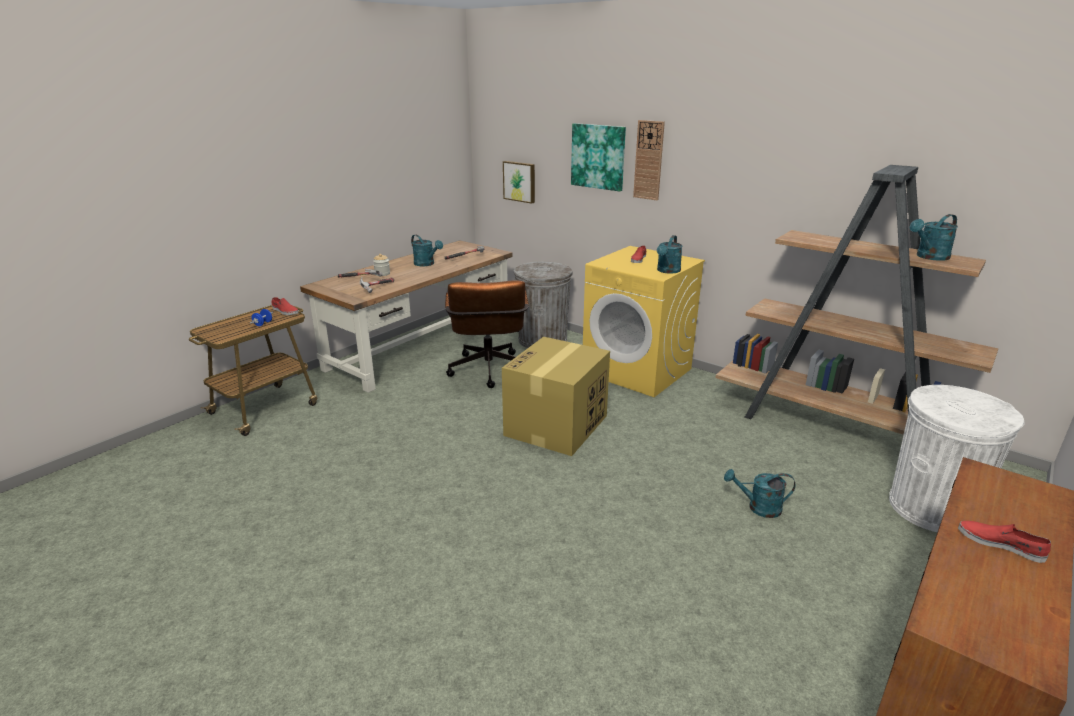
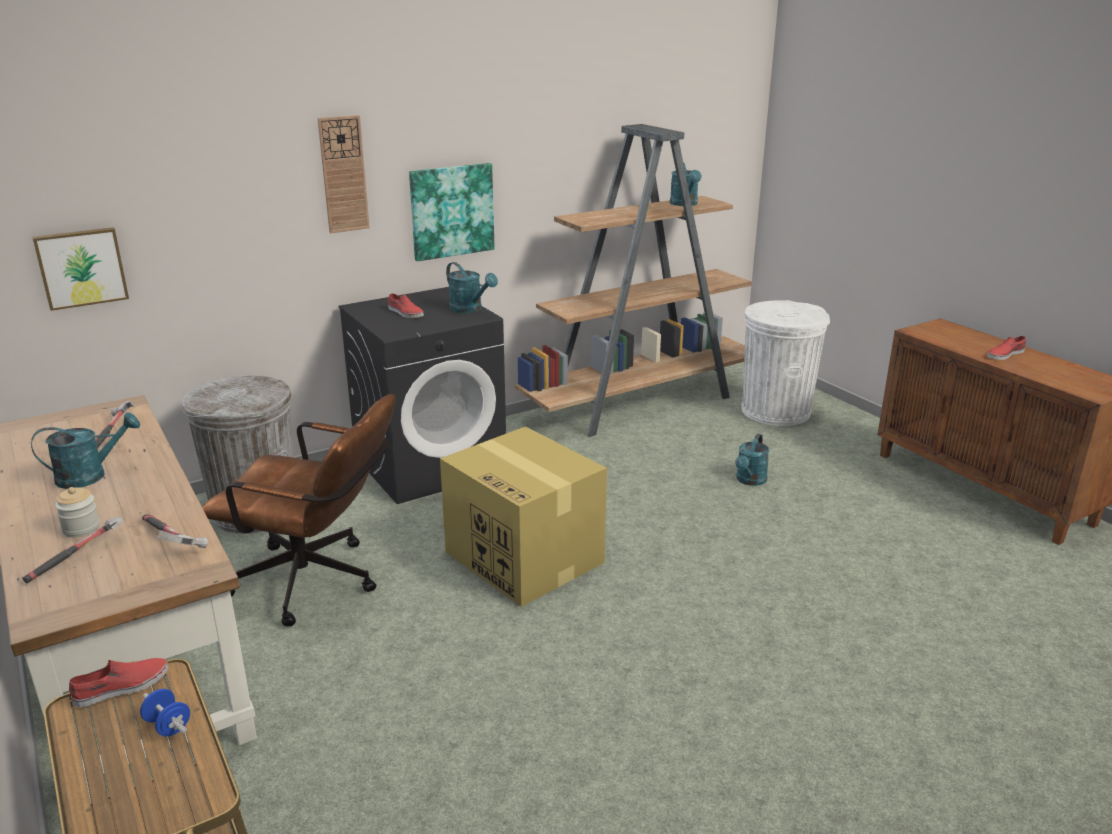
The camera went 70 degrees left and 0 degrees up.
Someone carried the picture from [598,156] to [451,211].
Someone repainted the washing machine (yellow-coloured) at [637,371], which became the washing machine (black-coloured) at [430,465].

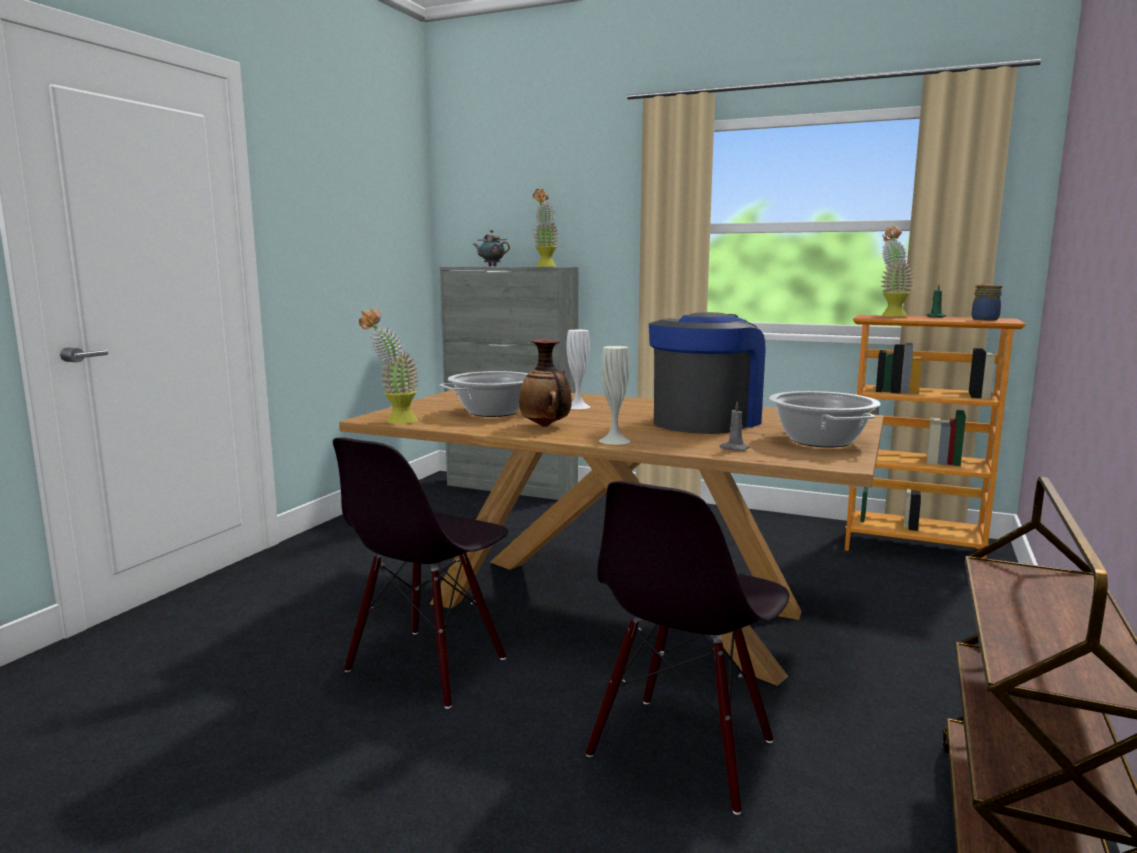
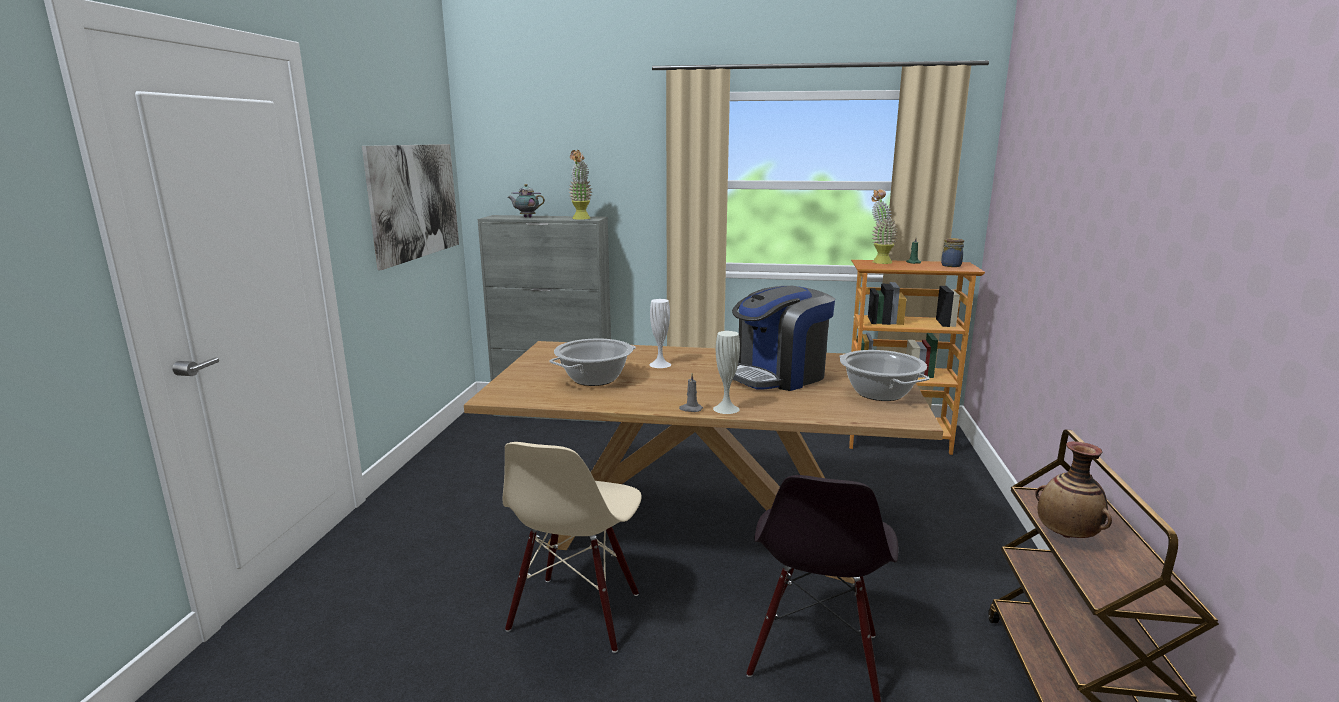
The camera went 15 degrees left and 5 degrees up.
Someone took away the potted plant at [393,421].
Someone rotated the coffee brewer at [706,421] by 150 degrees counterclockwise.
Someone carried the vase from [546,426] to [1067,536].
Someone carried the wax light (grey) from [733,448] to [690,409].
Someone repainted the chair (black-coloured) at [427,666], which became the chair (beige-coloured) at [576,613].
Someone put up the picture at [415,201].

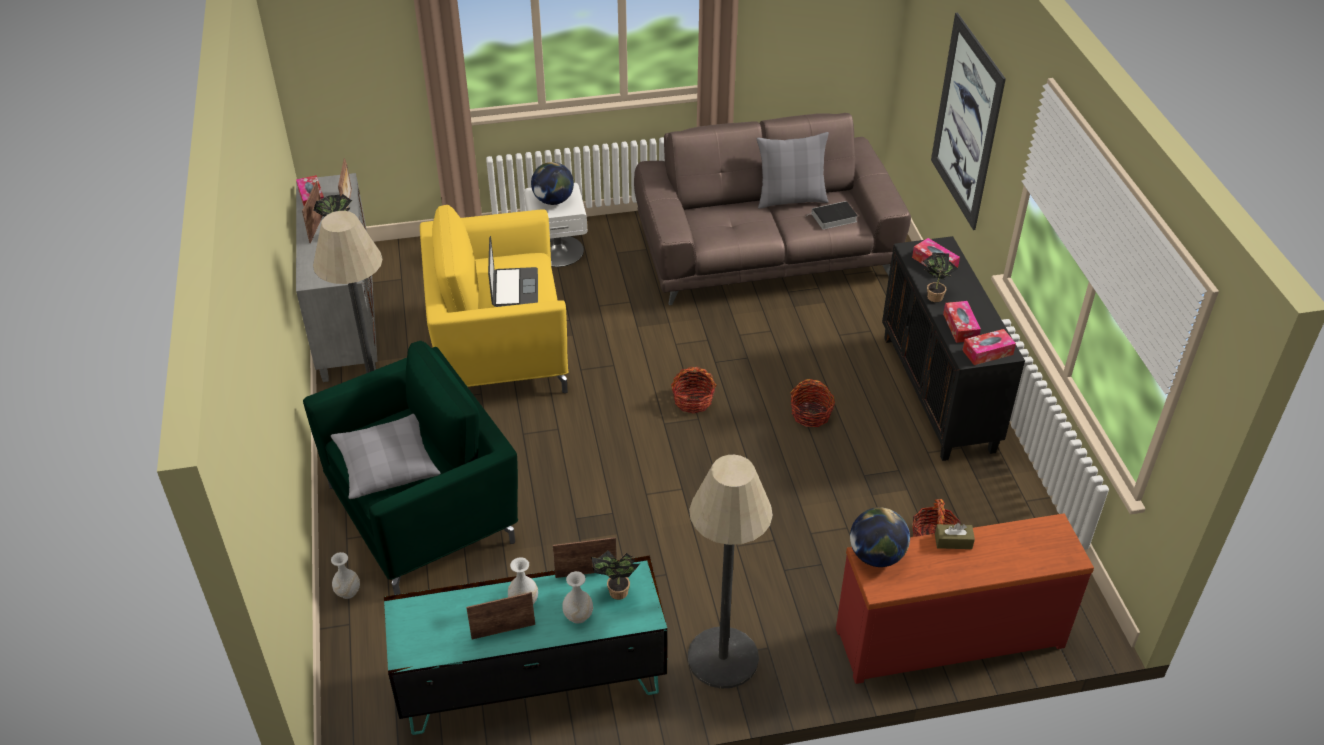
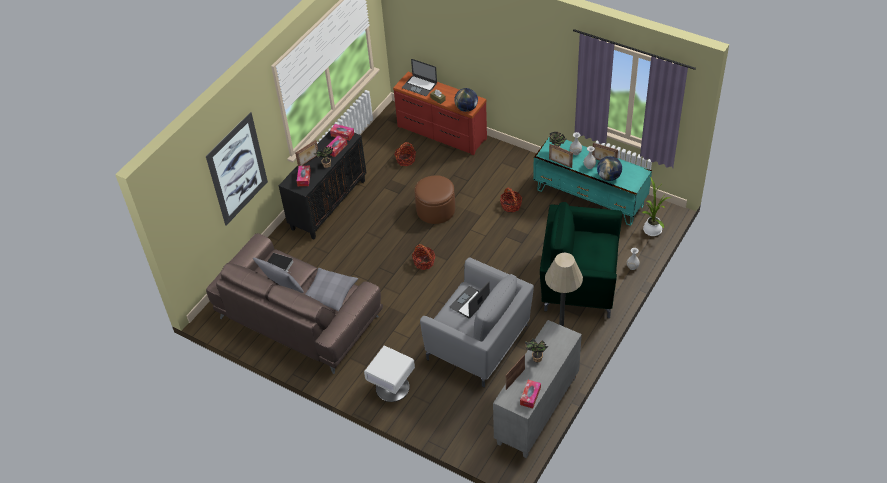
The camera went 135 degrees left and 5 degrees up.
Someone carried the desk globe from [553,200] to [608,177].
Someone carried the photo frame from [315,228] to [309,161].
Someone repainted the easy chair (yellow-coloured) at [499,349], which became the easy chair (grey) at [478,343].
Someone carried the household basket from [811,414] to [511,205].
Someone carried the throw pillow (grey) from [387,464] to [330,293].
Someone took away the floor lamp at [722,658].
Someone put down the notebook computer at [419,85].
Someone put down the ottoman (brown-coloured) at [435,210].
Someone put down the potted plant at [652,229].

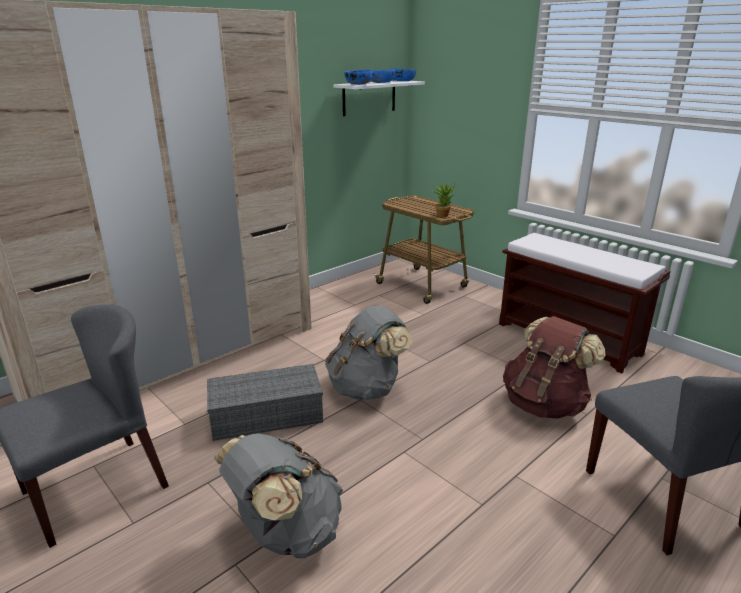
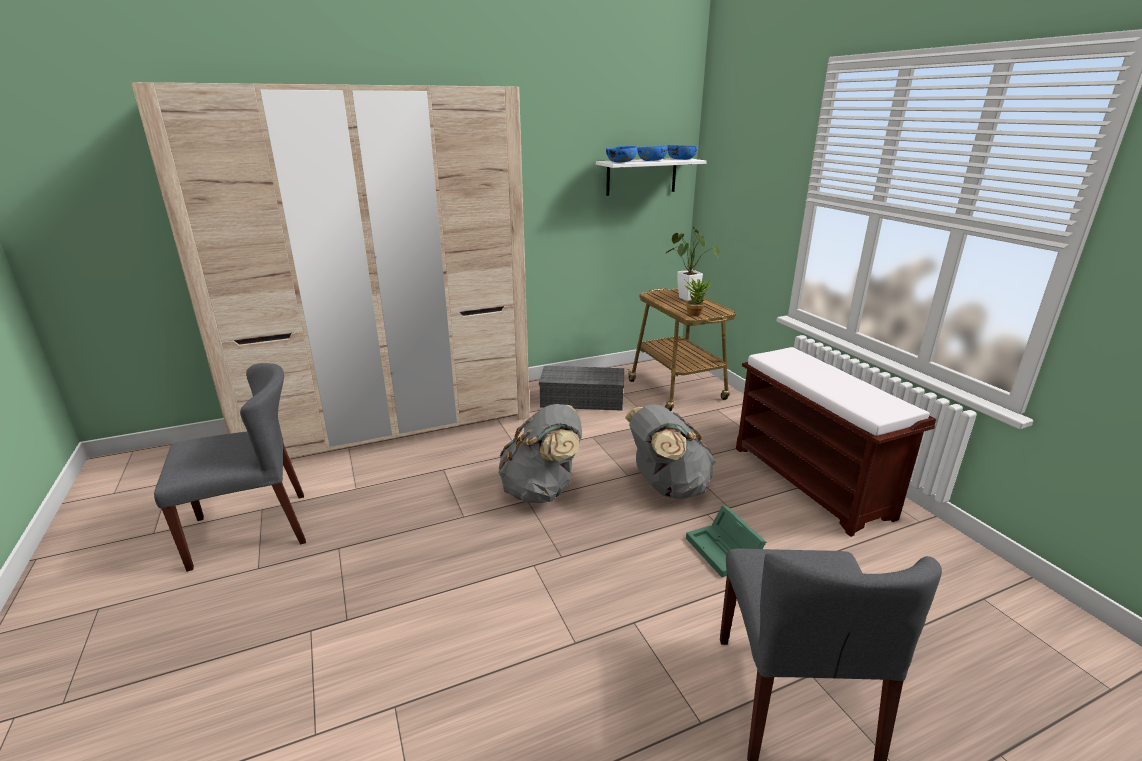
The camera went 20 degrees right and 0 degrees up.
Someone swapped the rucksack (brown-coloured) at [544,404] for the storage box (greenish) at [724,551].
Someone carried the storage box (grey) from [268,414] to [583,399].
Someone carried the rucksack (grey) from [285,533] to [667,487].
Someone put down the potted plant at [685,297].

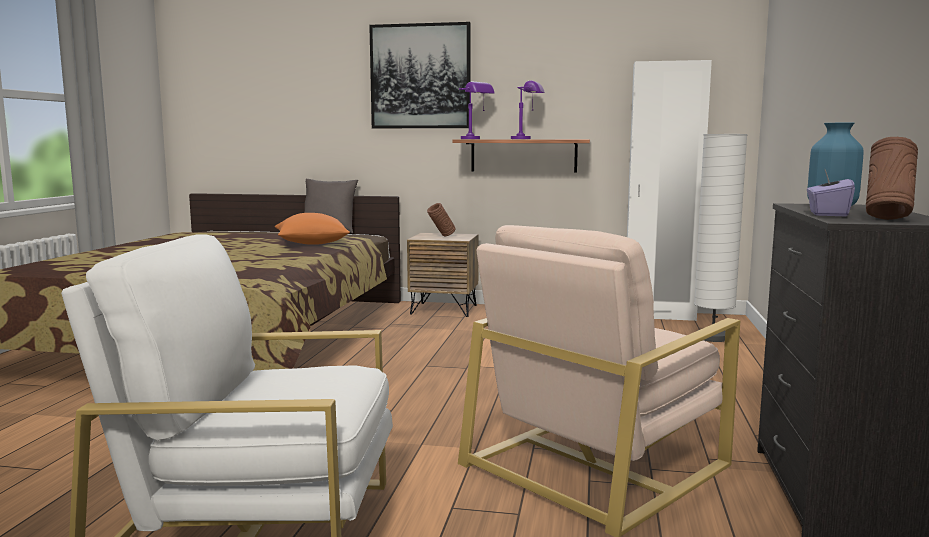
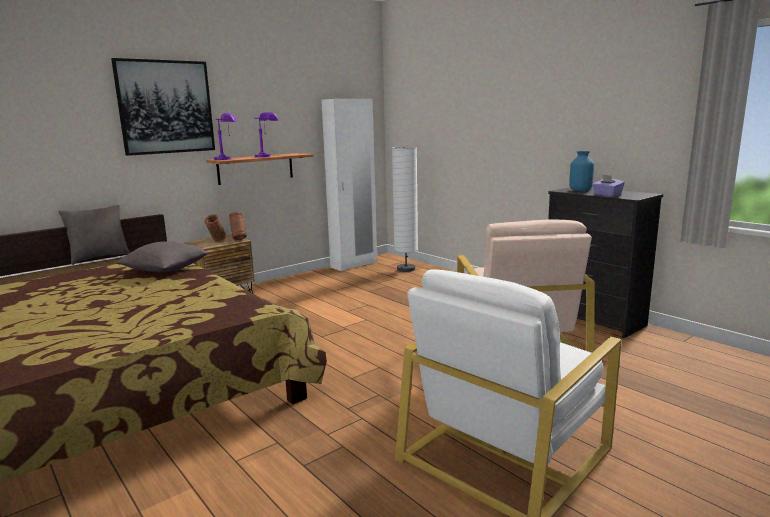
The camera went 50 degrees left and 5 degrees up.
Someone carried the vase (brown-coloured) from [887,219] to [239,239].
Someone repainted the throw pillow (orange-coloured) at [311,244], which became the throw pillow (grey) at [166,270].

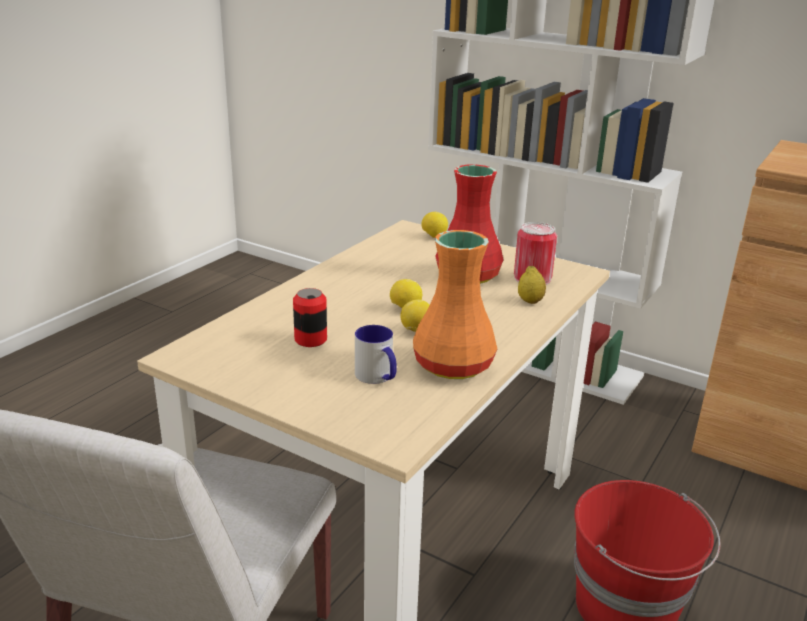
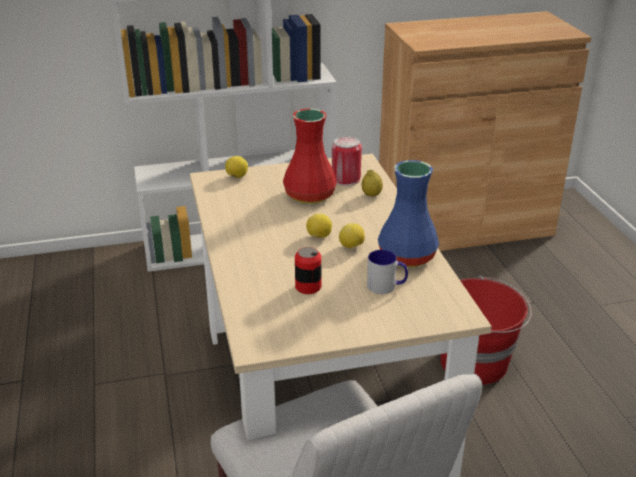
The camera went 45 degrees left and 5 degrees up.
Someone repainted the vase (orange-coloured) at [451,365], which became the vase (blue-coloured) at [406,257].

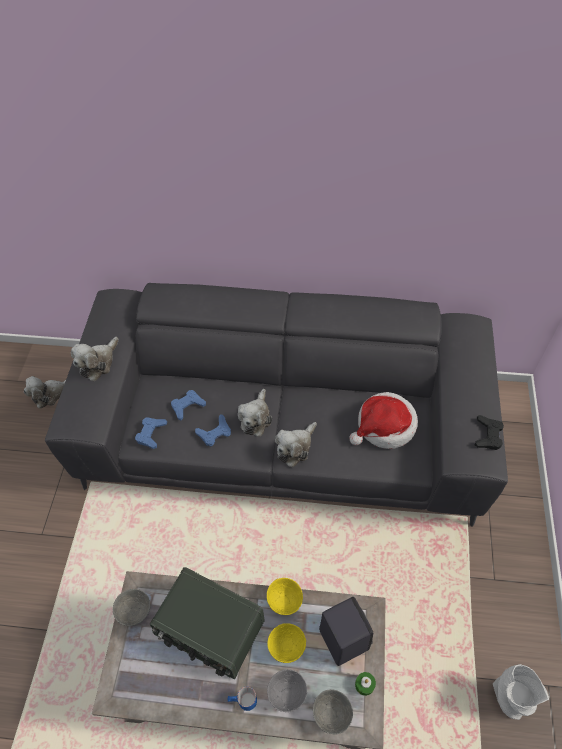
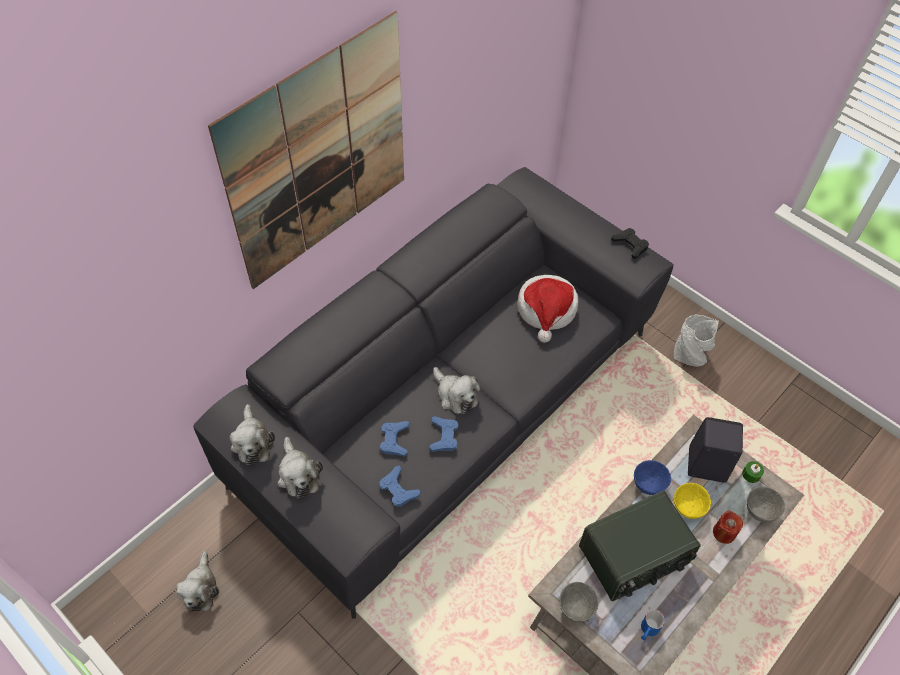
The camera went 55 degrees left and 0 degrees up.
Someone carried the soft toy from [295,447] to [252,442].
Someone repainted the deep dish (yellow-coloured) at [285,601], which became the deep dish (blue-coloured) at [647,485].
Someone carried the vase (grey) from [510,698] to [690,356].
Someone swapped the deep dish (grey) at [286,693] for the wax light (red) at [724,533].
Someone carried the mug (blue-coloured) from [242,700] to [647,631].
Someone put up the picture at [319,155].

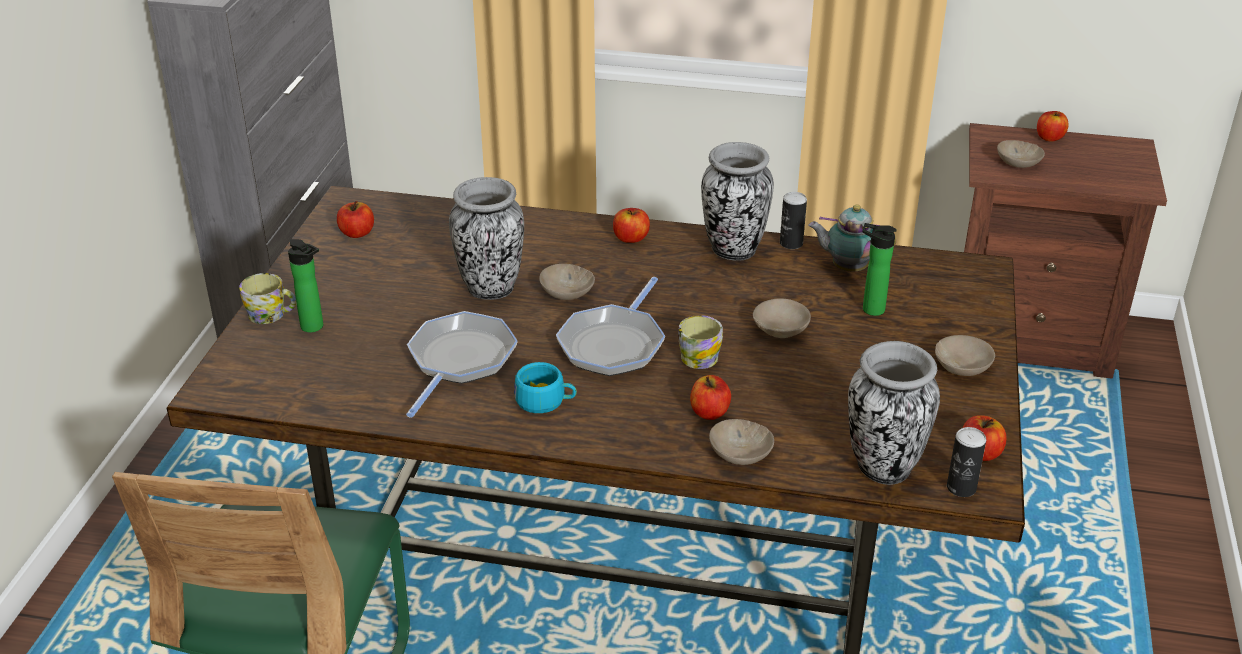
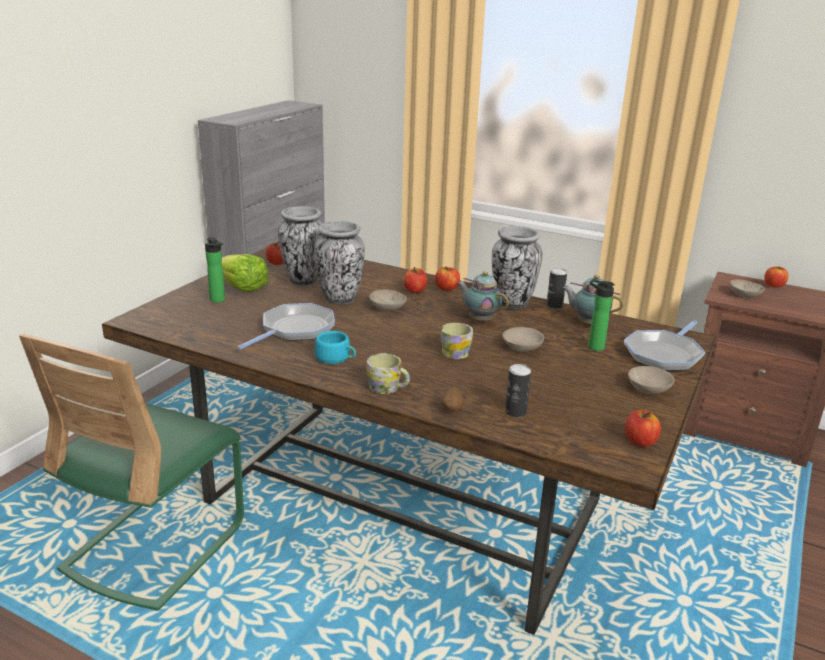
The camera went 15 degrees right and 10 degrees down.
Someone carried the mug from [272,315] to [388,388].
Someone carried the skillet from [613,344] to [664,354].
Someone carried the vase from [882,468] to [302,281].
Someone carried the apple from [709,412] to [415,290].
Someone swapped the deep dish (beige-coloured) at [738,455] for the potato at [452,410].
Someone carried the can from [961,488] to [515,412].
Someone put down the head of lettuce at [242,287].
Someone put down the teapot at [480,320].

